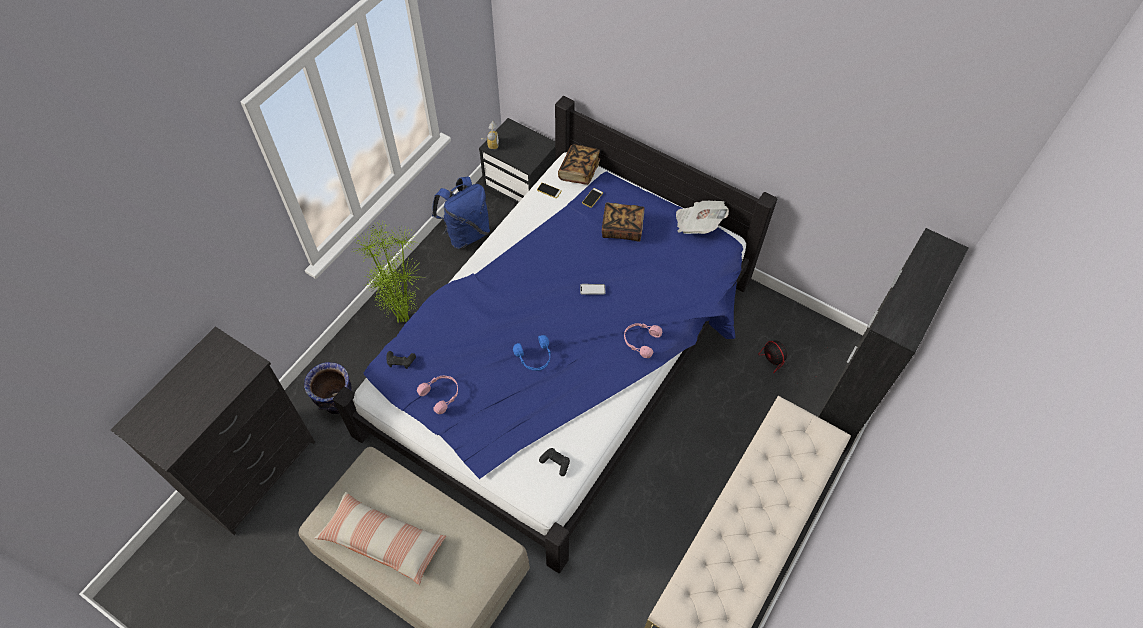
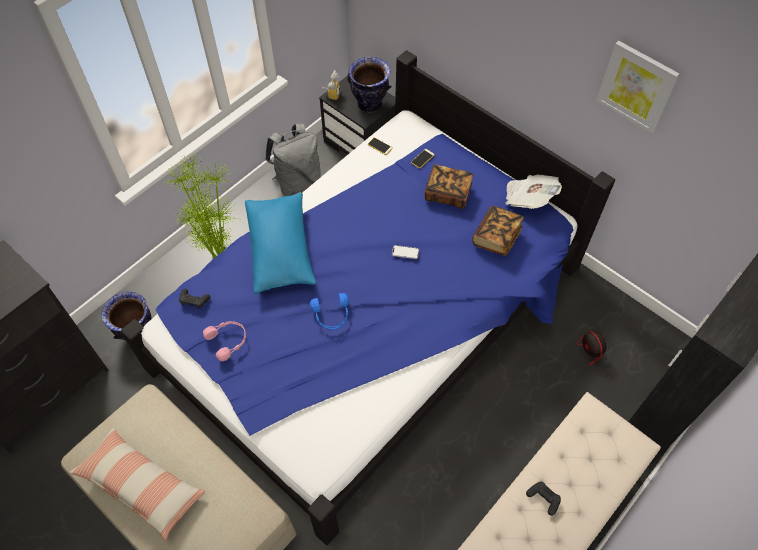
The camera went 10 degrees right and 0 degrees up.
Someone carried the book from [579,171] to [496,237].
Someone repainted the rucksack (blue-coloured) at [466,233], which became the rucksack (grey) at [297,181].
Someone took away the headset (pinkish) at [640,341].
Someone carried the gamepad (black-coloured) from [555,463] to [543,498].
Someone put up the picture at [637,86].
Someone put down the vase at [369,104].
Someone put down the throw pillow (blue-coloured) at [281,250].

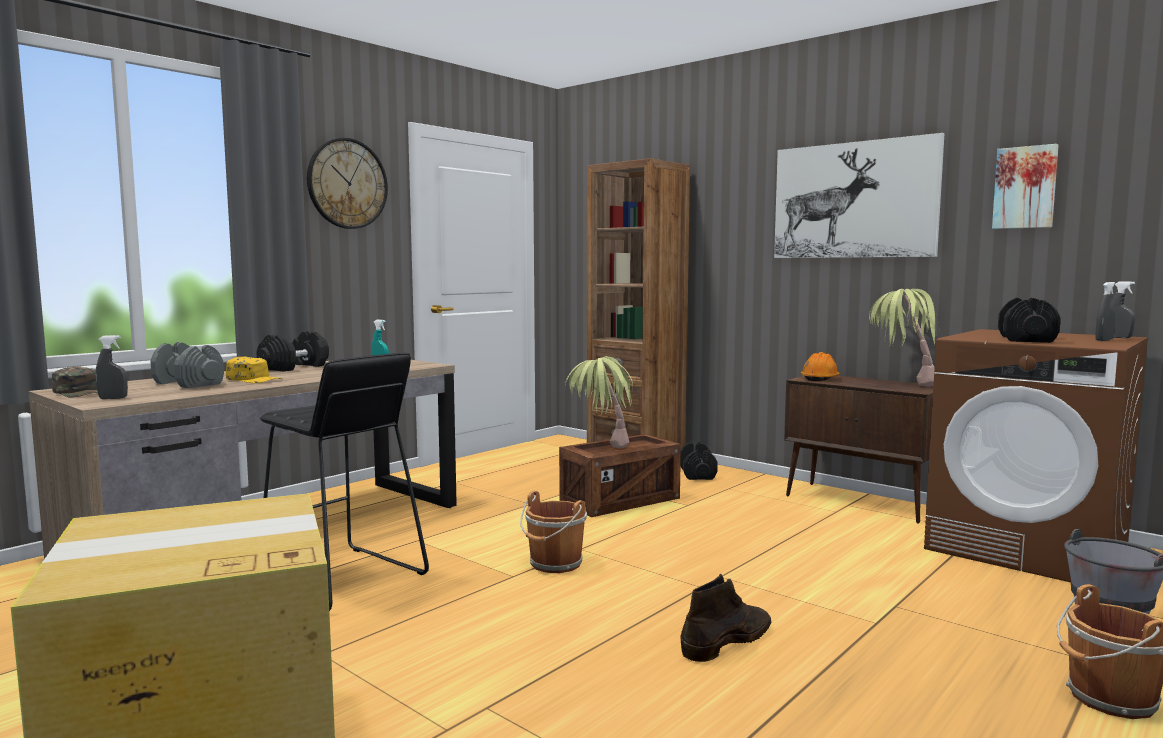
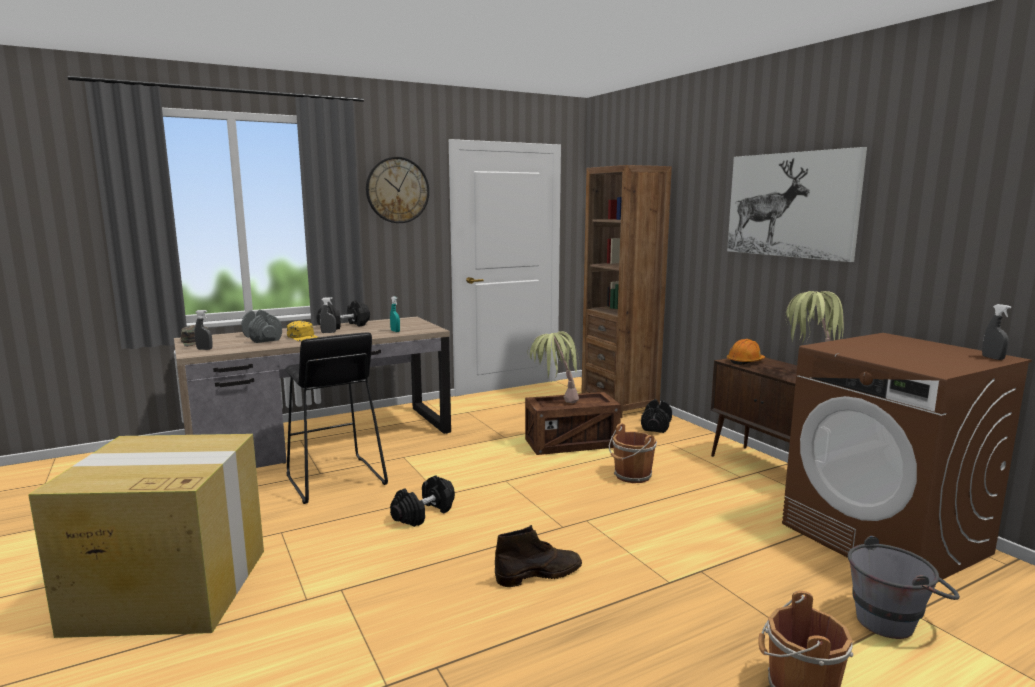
The camera went 20 degrees right and 5 degrees up.
Someone took away the picture at [1025,187].
Someone carried the spray bottle (grey) from [1104,340] to [328,332].
Someone carried the dumbbell (black-coloured) from [1027,339] to [423,514].
Someone carried the water bucket (brown-coloured) from [554,564] to [631,476].

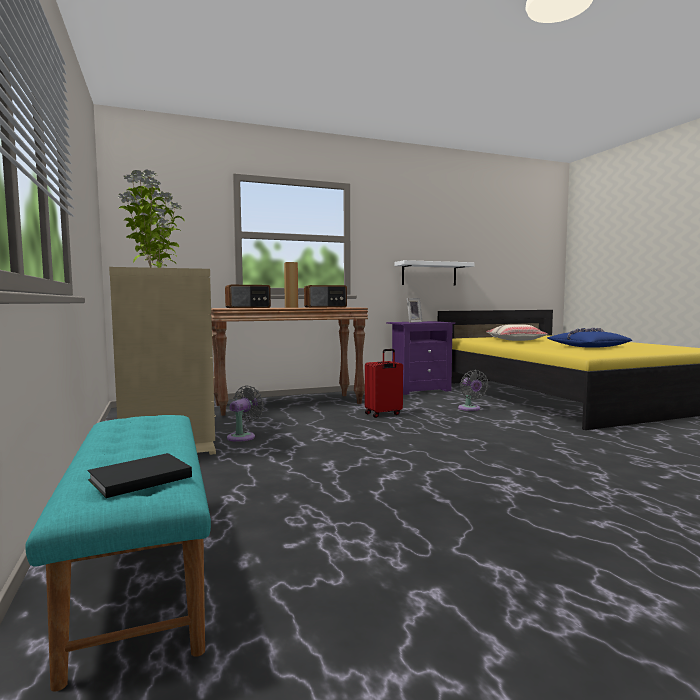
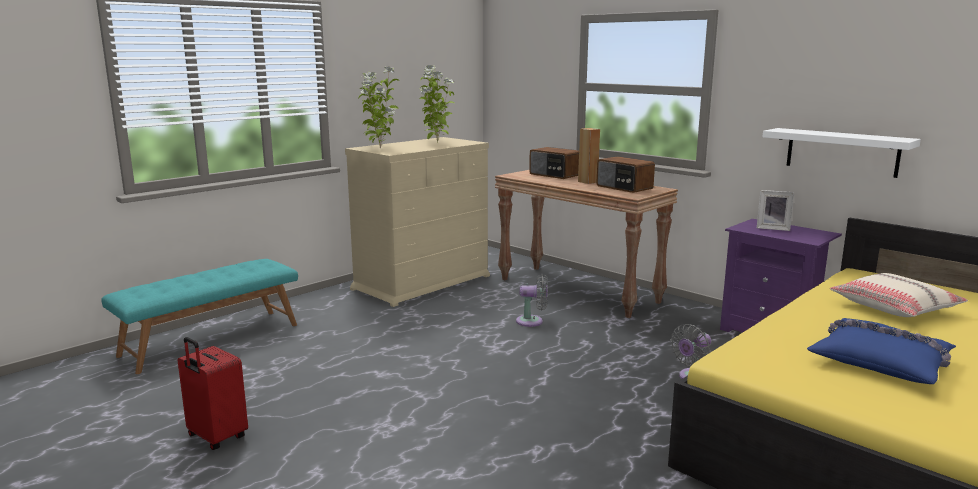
The camera went 65 degrees right and 10 degrees up.
Someone carried the piece of luggage (red) from [383,414] to [216,437].
Someone carried the cooling fan (grey) from [243,436] to [532,321].
Someone took away the book (black-coloured) at [137,478].

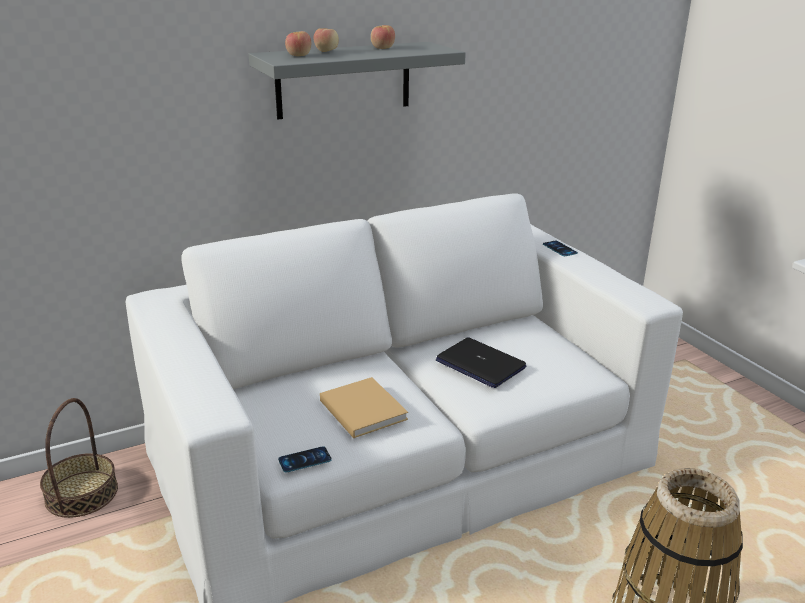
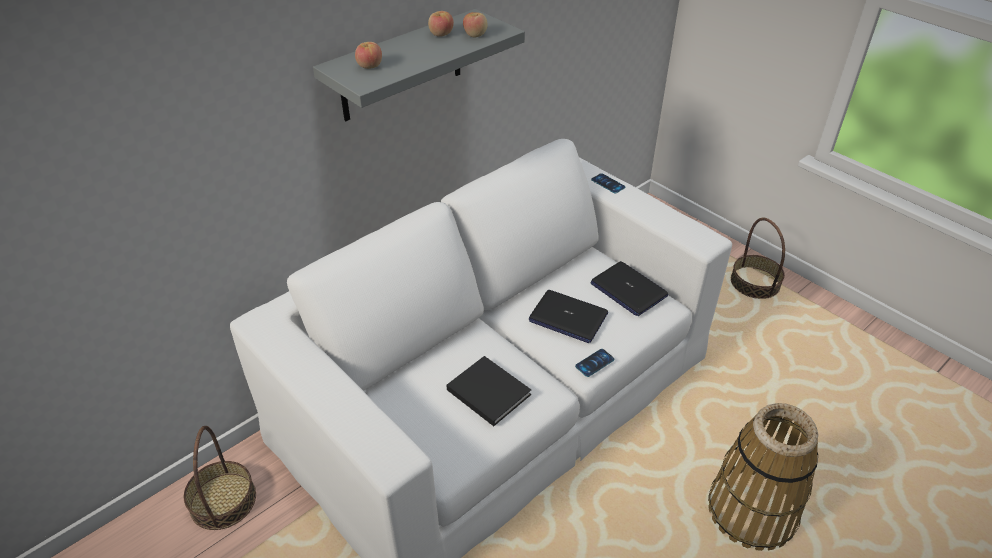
The camera went 15 degrees left and 15 degrees up.
Someone carried the apple from [326,51] to [475,35].
Someone repainted the book (beige-coloured) at [362,408], which became the book (black-coloured) at [487,391].
Someone carried the phone from [304,460] to [594,363].
Someone put down the household basket at [755,283].
Someone put down the notebook computer at [628,289].

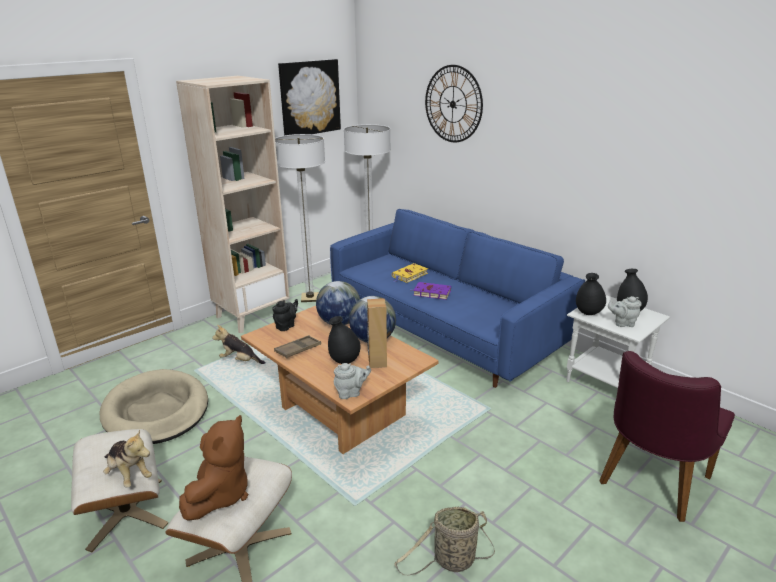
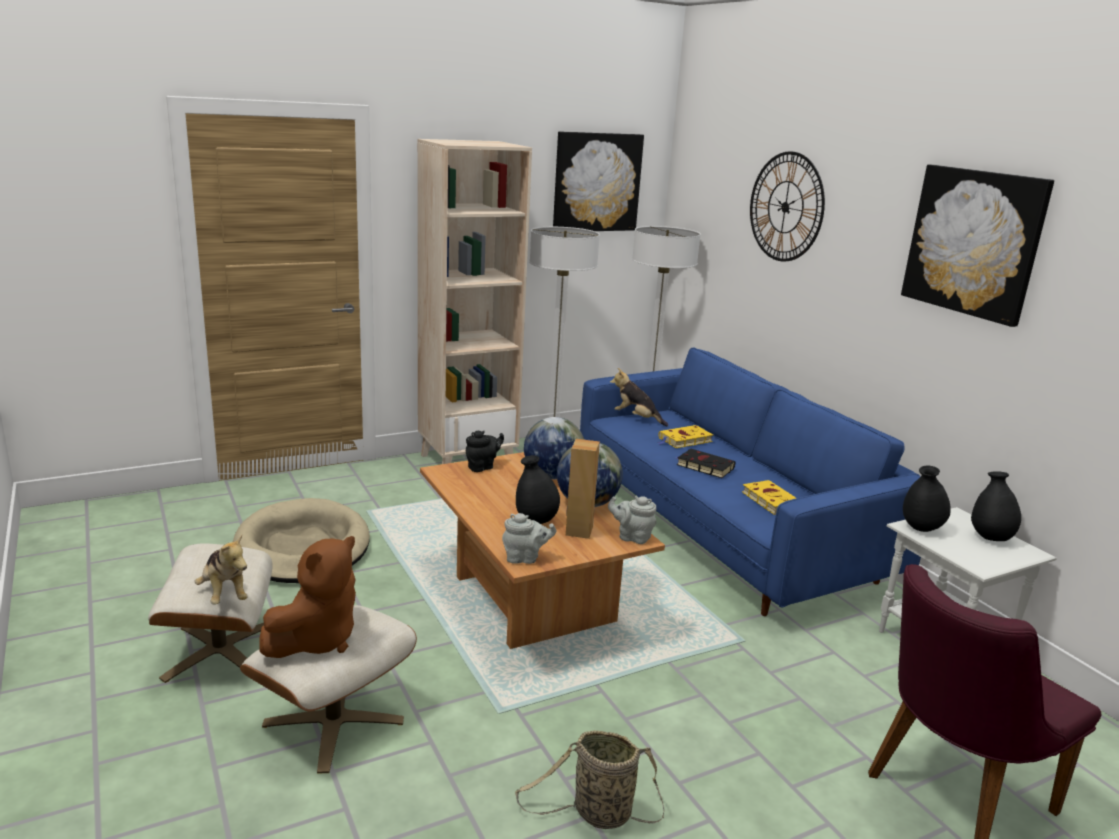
The camera went 15 degrees right and 5 degrees down.
Someone repainted the book (purple) at [431,293], which became the book (black-coloured) at [703,466].
Someone carried the teapot (grey) from [622,323] to [632,537].
Someone carried the soft toy from [240,361] to [636,418].
Someone took away the serving tray (brown-coloured) at [298,349].
Someone put up the picture at [974,242].
Someone put down the book (yellow-coloured) at [769,500].

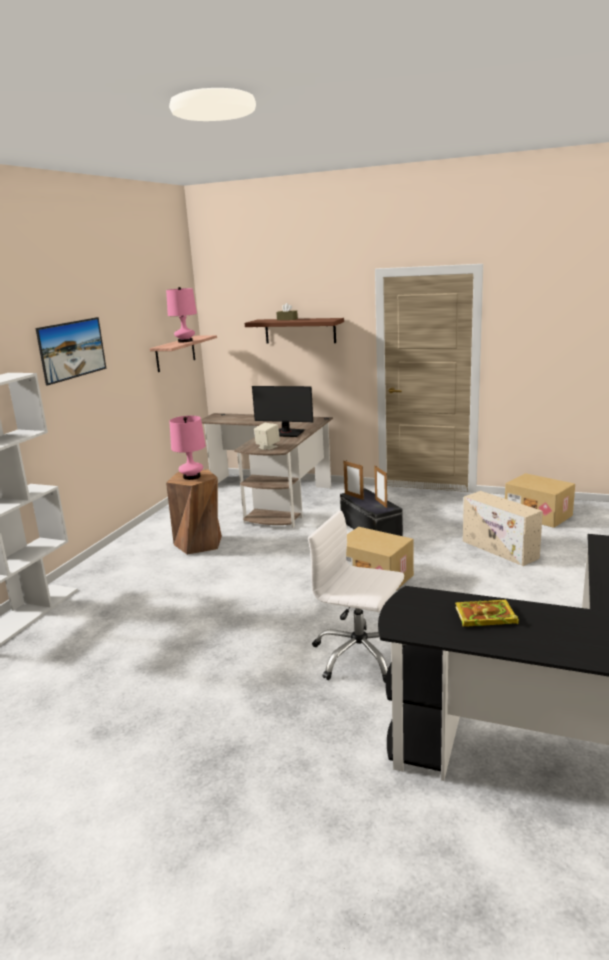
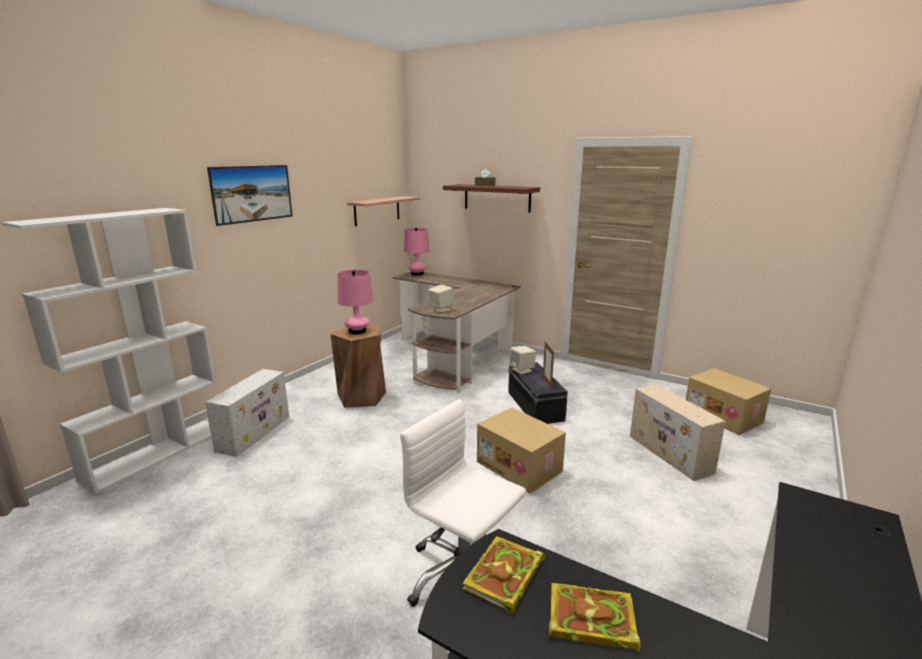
The camera went 10 degrees right and 0 degrees up.
Someone carried the lamp for a table (pinkish) from [185,341] to [417,274].
Someone took away the computer screen at [285,433].
Someone swapped the photo frame at [354,496] for the speaker (beige-coloured) at [522,370].
Someone put down the storage box (whitish) at [254,432].
Someone put down the book at [504,577].

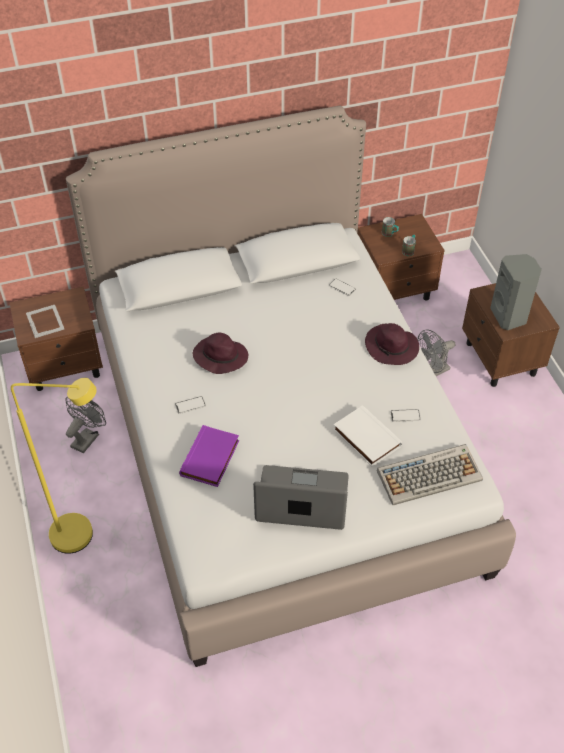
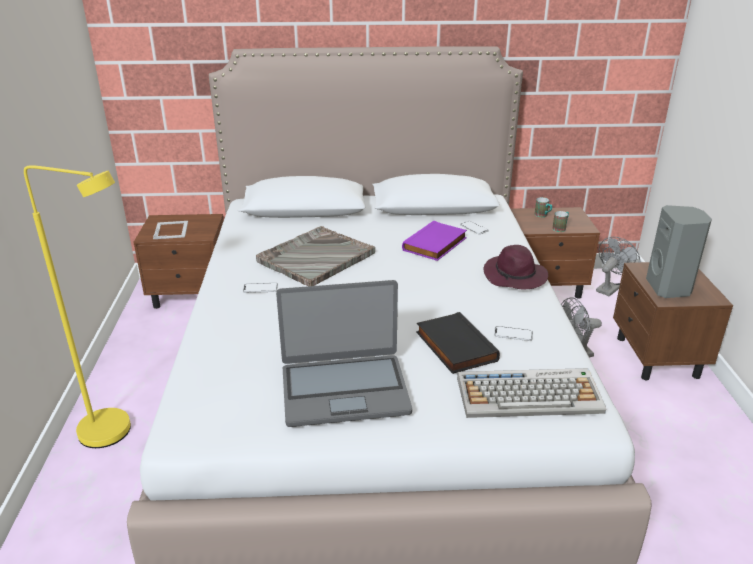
The camera went 15 degrees right and 20 degrees down.
Someone swapped the clothing hat (purple) at [219,357] for the serving tray (grey) at [315,258].
Someone carried the cooling fan (grey) from [87,437] to [610,288].
Someone repainted the book (whitish) at [365,438], which became the book (black-coloured) at [454,346].
Someone carried the book (purple) from [211,459] to [436,245].
Someone rotated the notebook computer at [302,500] by 150 degrees clockwise.

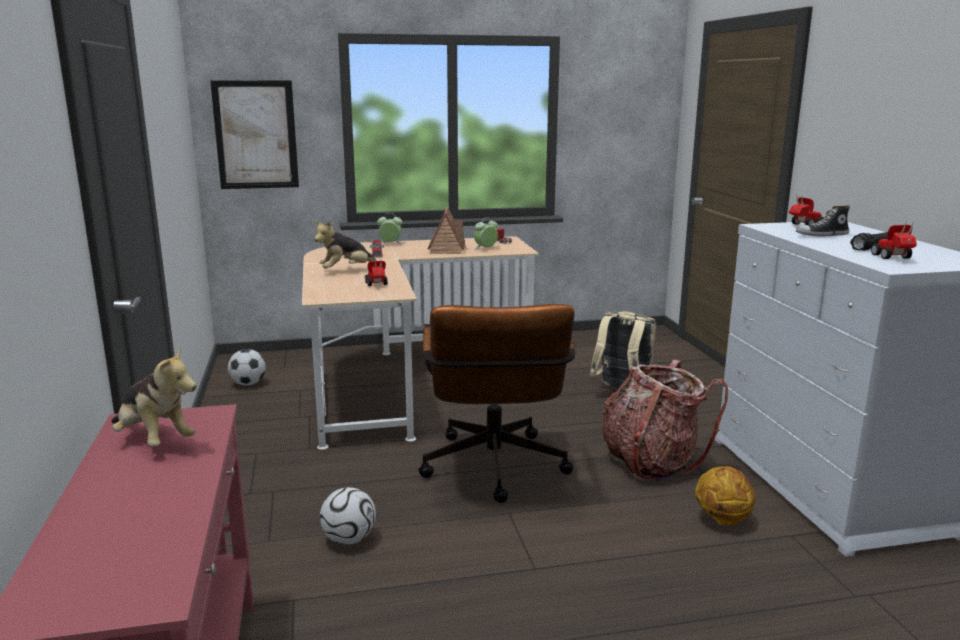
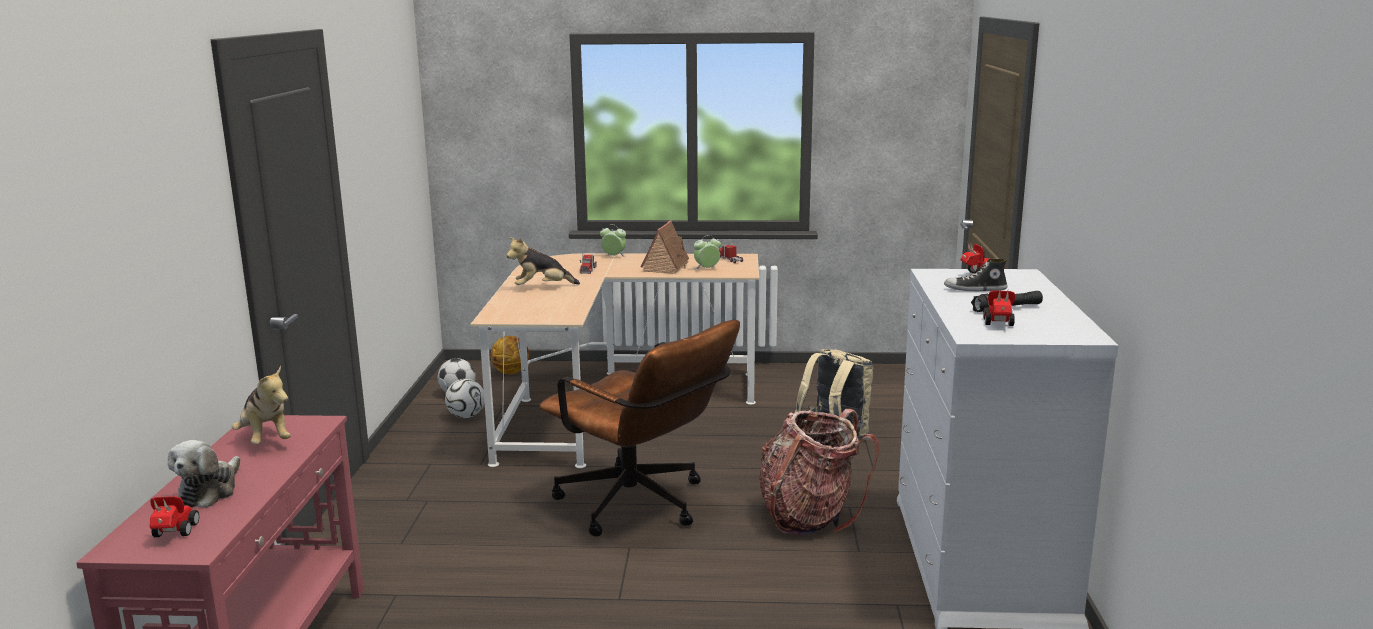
The camera went 15 degrees right and 0 degrees up.
Someone took away the picture at [256,135].
Someone carried the miniature car from [377,285] to [173,534].
Someone rotated the office chair (brown-coloured) at [494,472] by 60 degrees counterclockwise.
Someone carried the basketball from [722,519] to [511,372].
Someone carried the football ball from [349,539] to [466,416].
Someone put down the soft toy at [210,491].

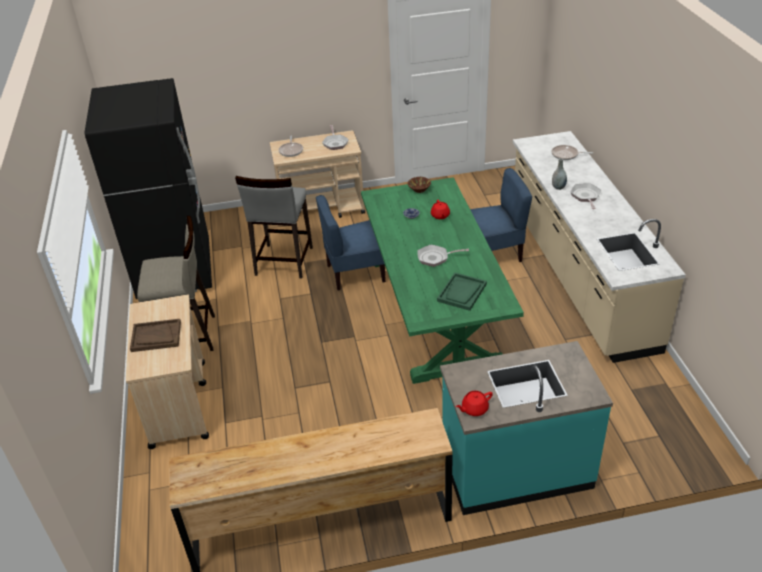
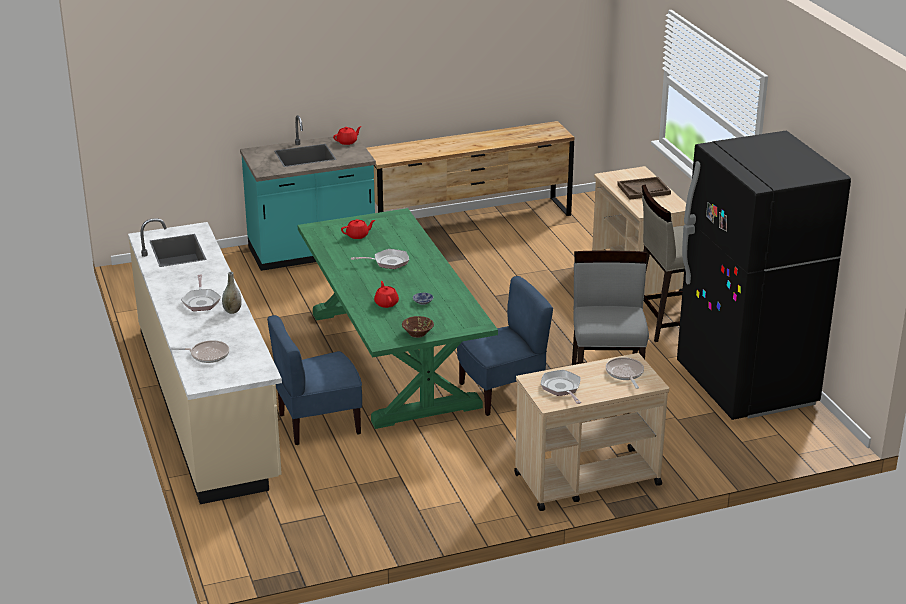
The camera went 170 degrees right and 10 degrees down.
Someone swapped the serving tray (greenish) at [462,293] for the teapot (red) at [358,235].

